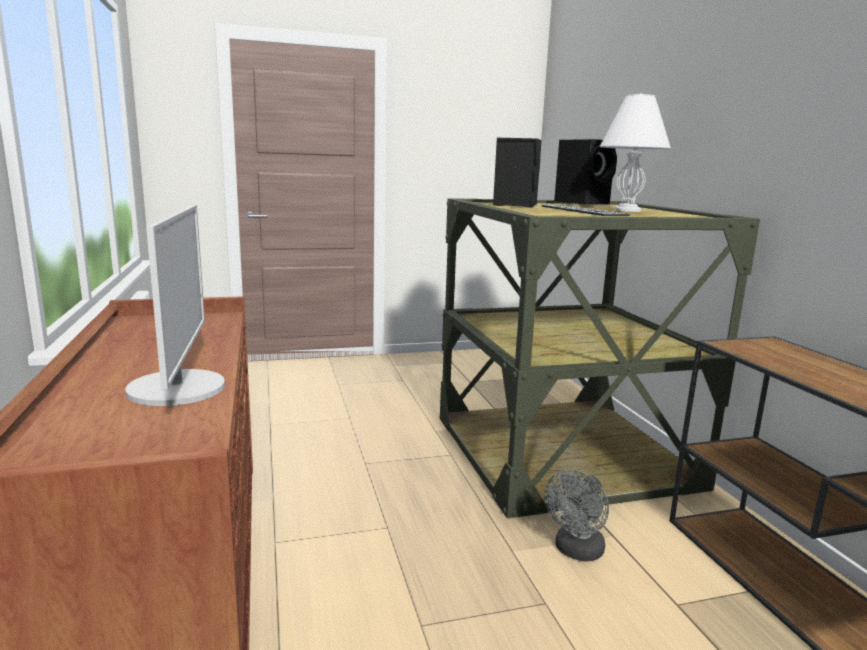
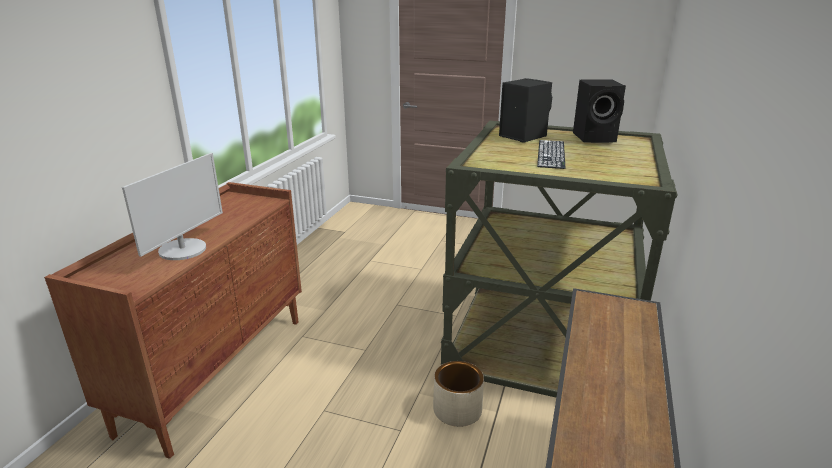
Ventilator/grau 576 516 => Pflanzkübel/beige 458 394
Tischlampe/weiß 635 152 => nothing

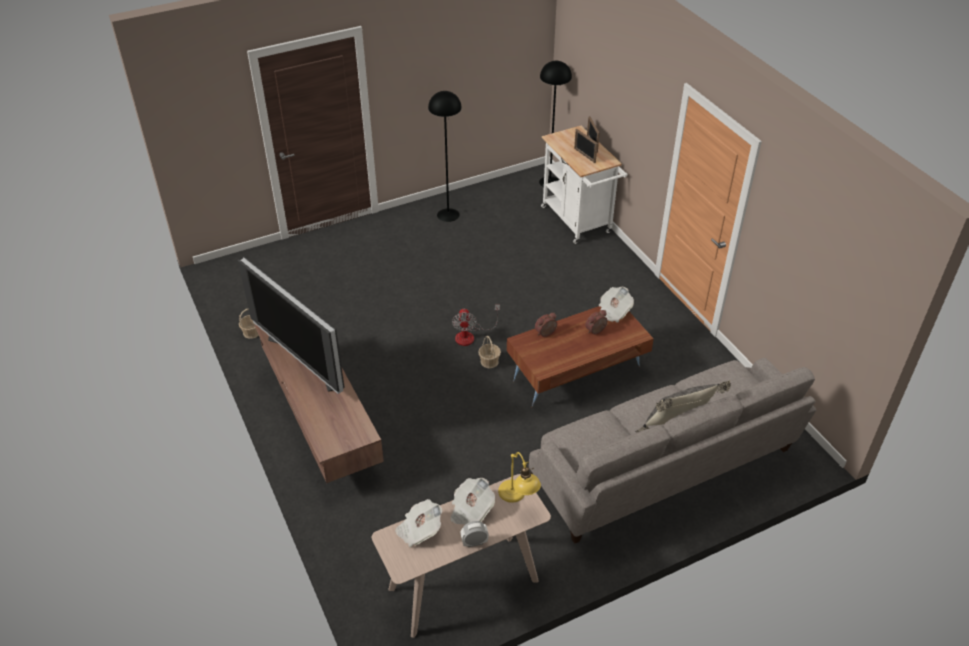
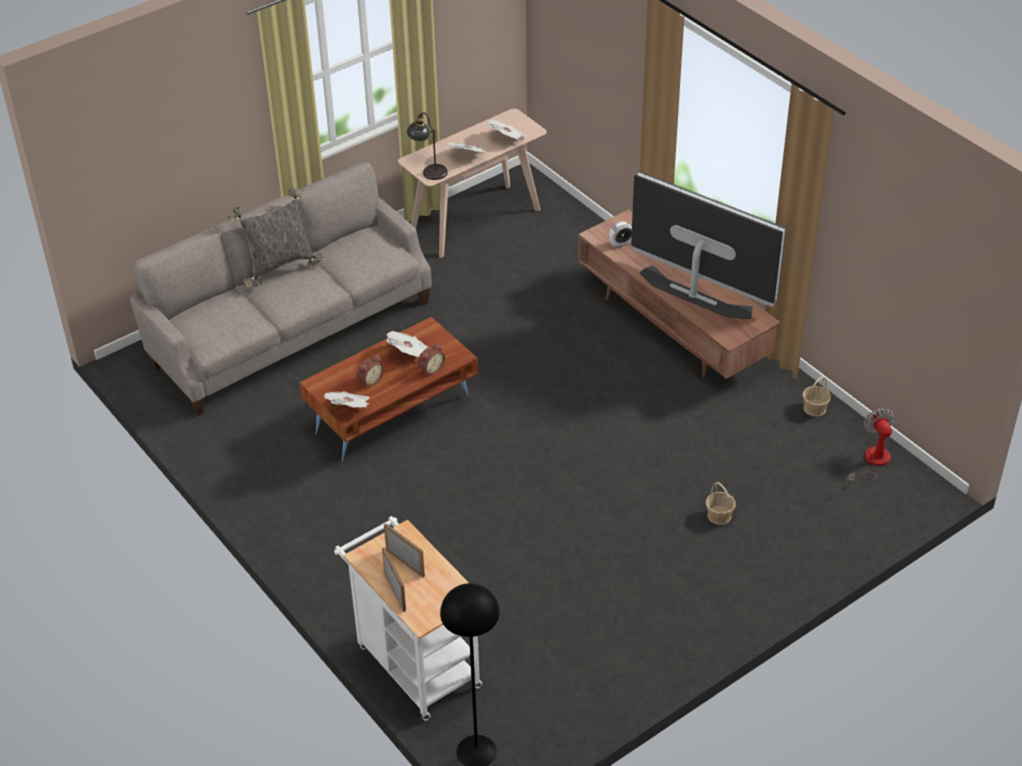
Stehlampe/schwarz 445 156 => nothing
Ventilator 476 325 => Ventilator 870 446, move
Wecker 475 534 => Wecker 620 234, move
Korb 489 352 => Korb 721 503, move
Tischlampe/gelb 519 477 => Tischlampe/grau 427 146
nothing => Zeitung 407 344

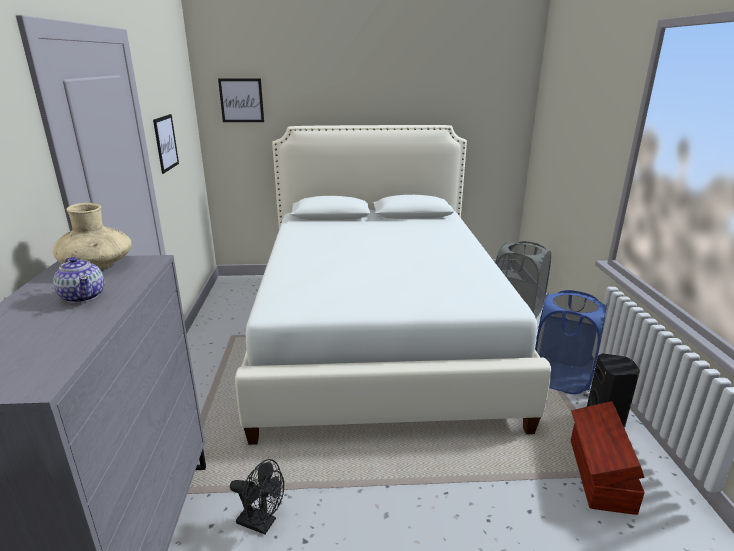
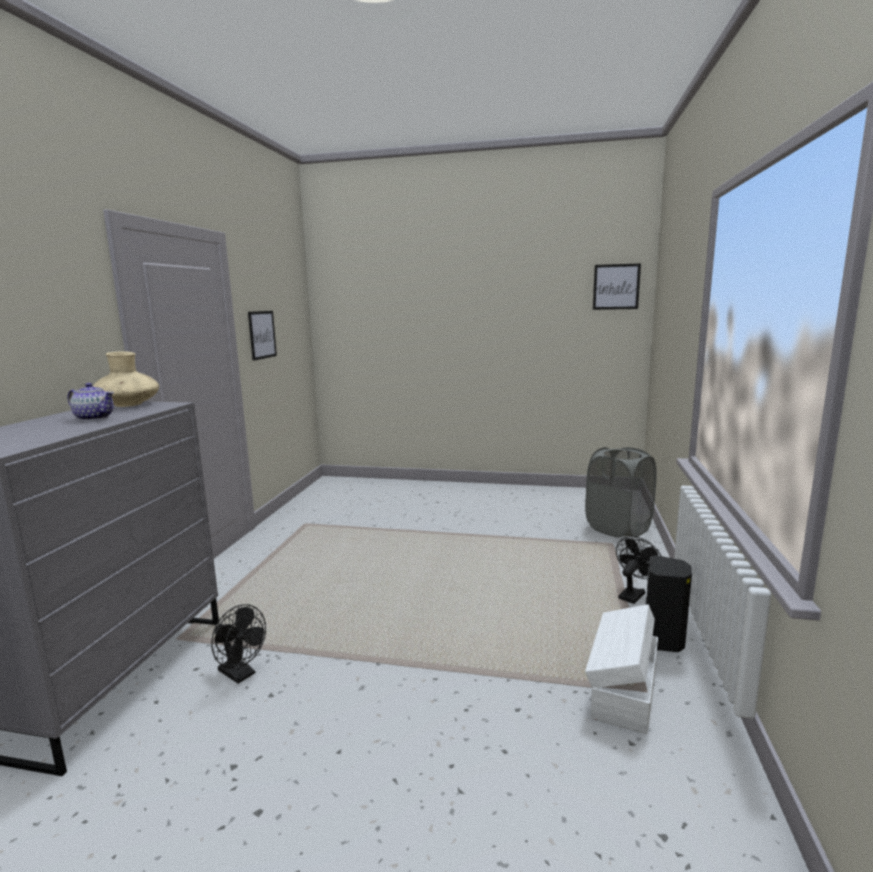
Teekanne 79 280 => Teekanne 91 402, 45 degrees counterclockwise
Bild 241 100 => Bild 617 286, move
Bett/weiß 393 285 => nothing
Wäschekorb/blau 571 342 => Ventilator/schwarz 638 570
Aufbewahrungsbox/braun 608 458 => Aufbewahrungsbox/weiß 621 669

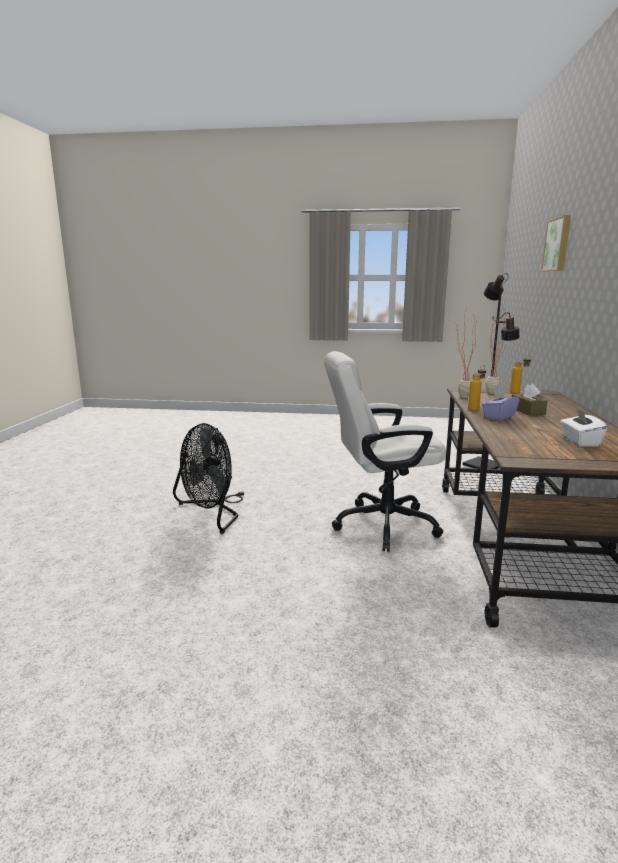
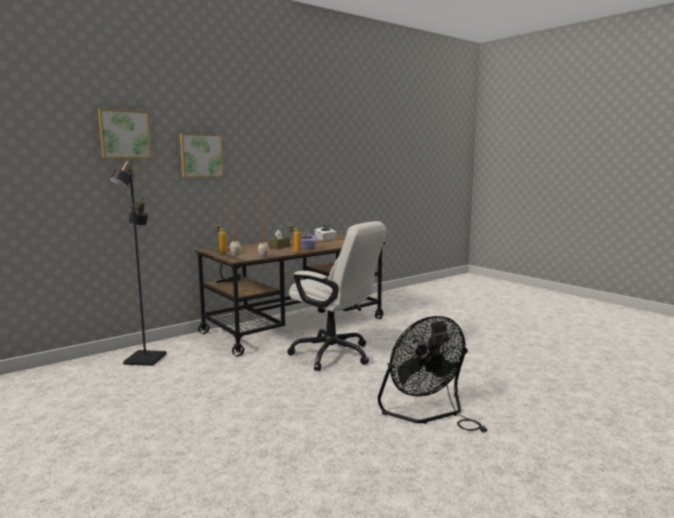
Ventilator/schwarz 209 478 => Ventilator/schwarz 432 374, 120 degrees counterclockwise
nothing => Bild 201 155

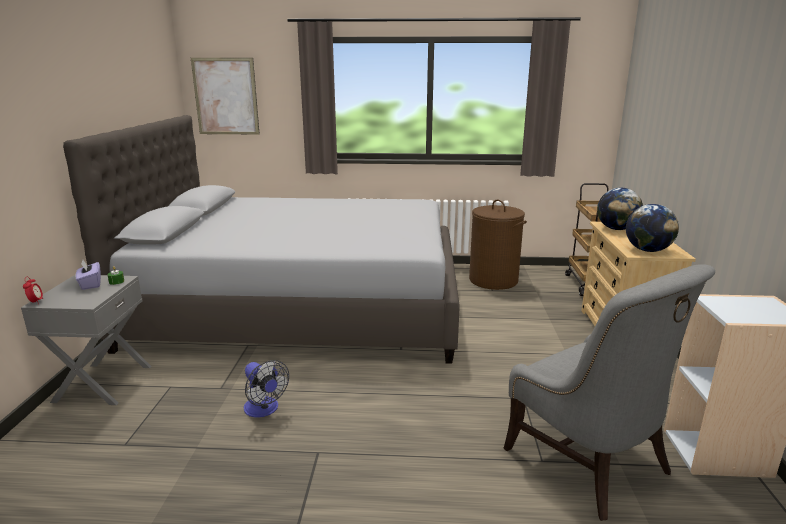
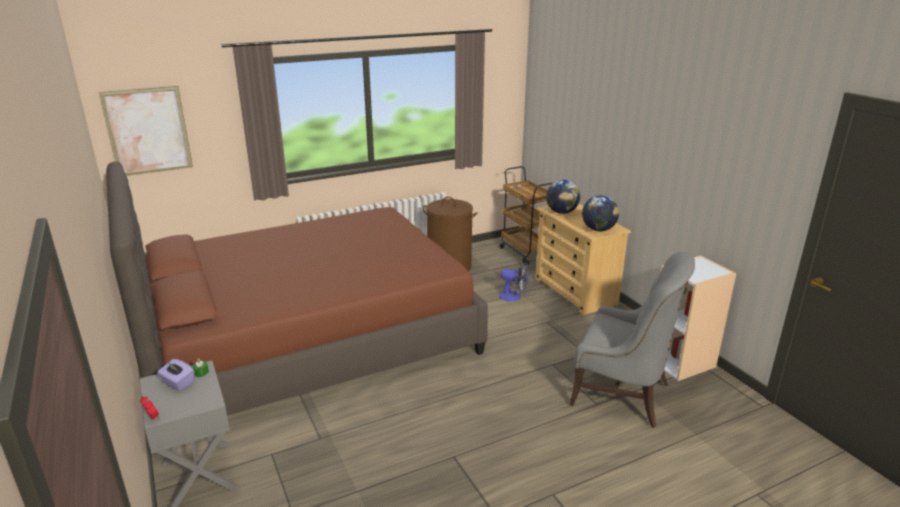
Bett/grau 261 239 => Bett/braun 297 288
Ventilator 266 389 => Ventilator 514 281, move

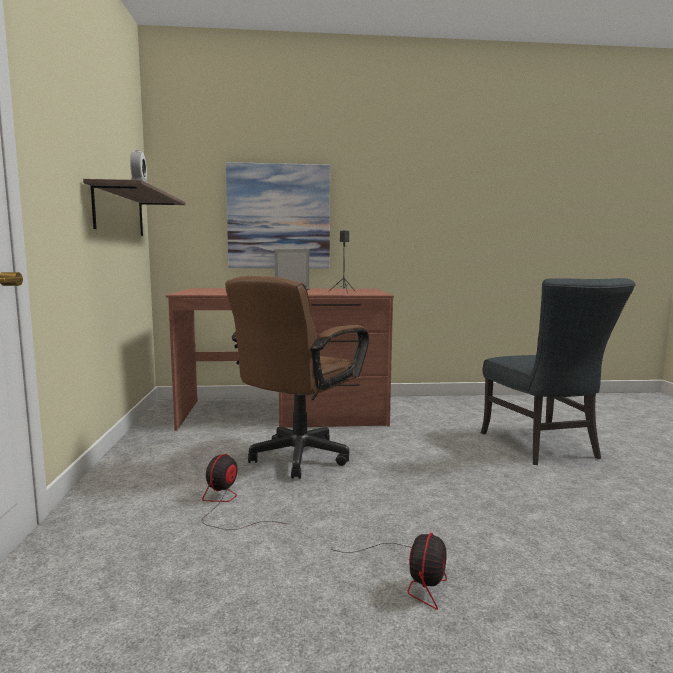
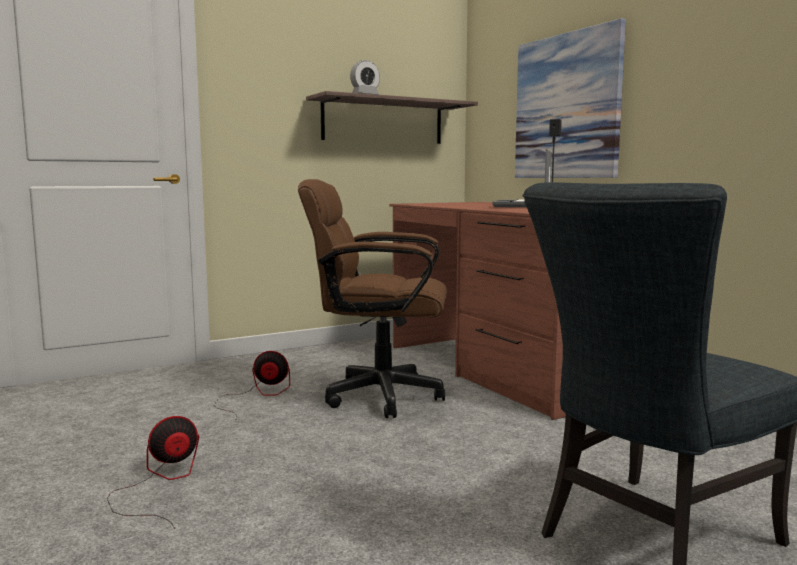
Ventilator 389 571 => Ventilator 153 472, 150 degrees clockwise

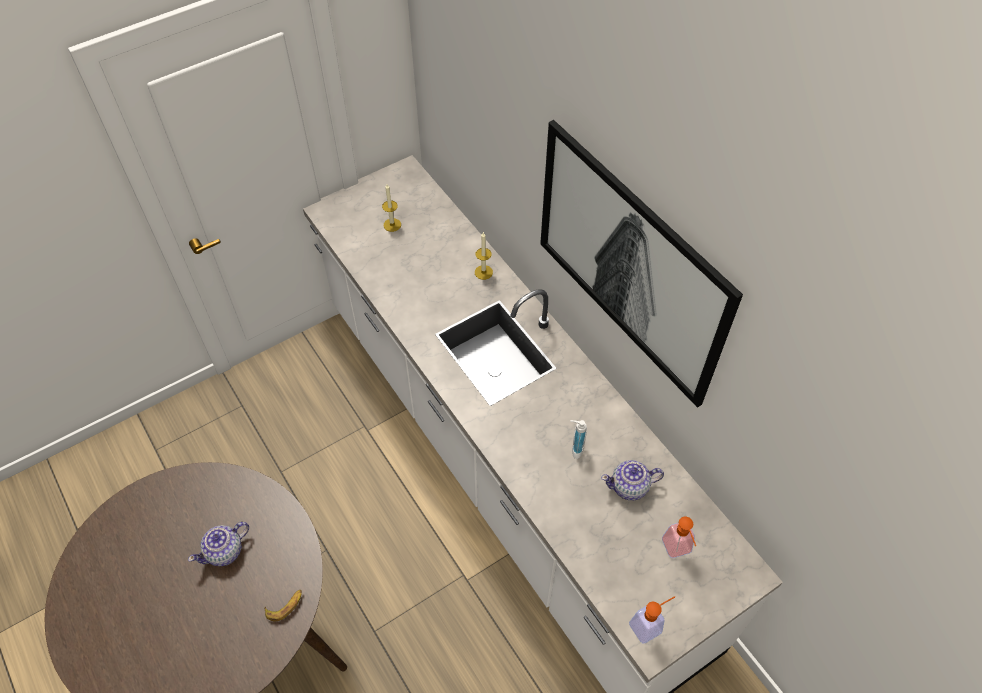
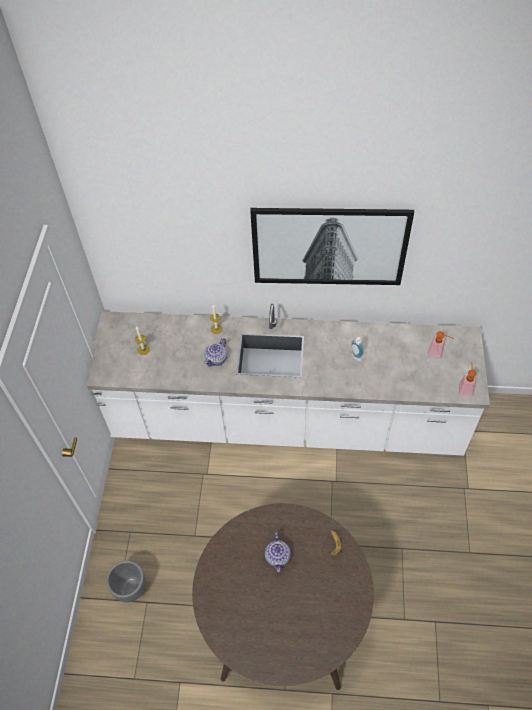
Teekanne 632 480 => Teekanne 215 352, move
nothing => Pflanzkübel/grau 126 581

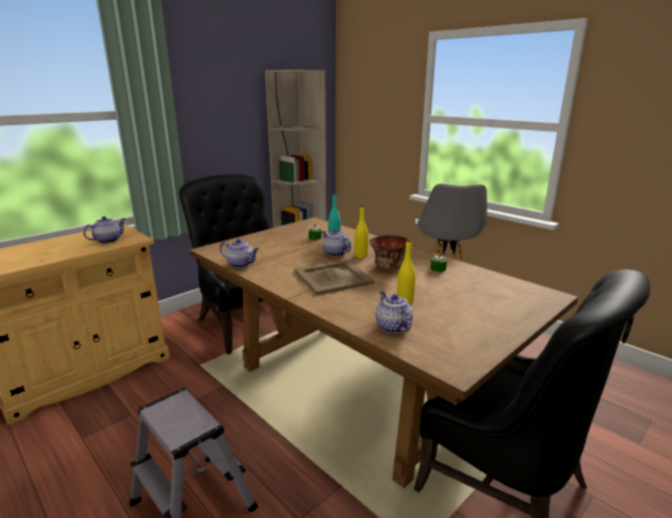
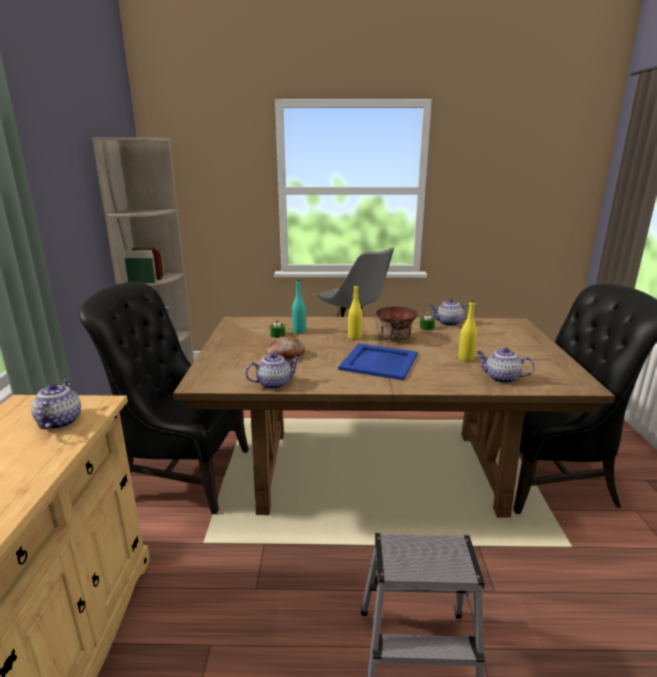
Tablett/beige 334 277 => Tablett/blau 378 361
Teekanne 336 243 => Teekanne 449 312, move
nothing => Brot 285 348

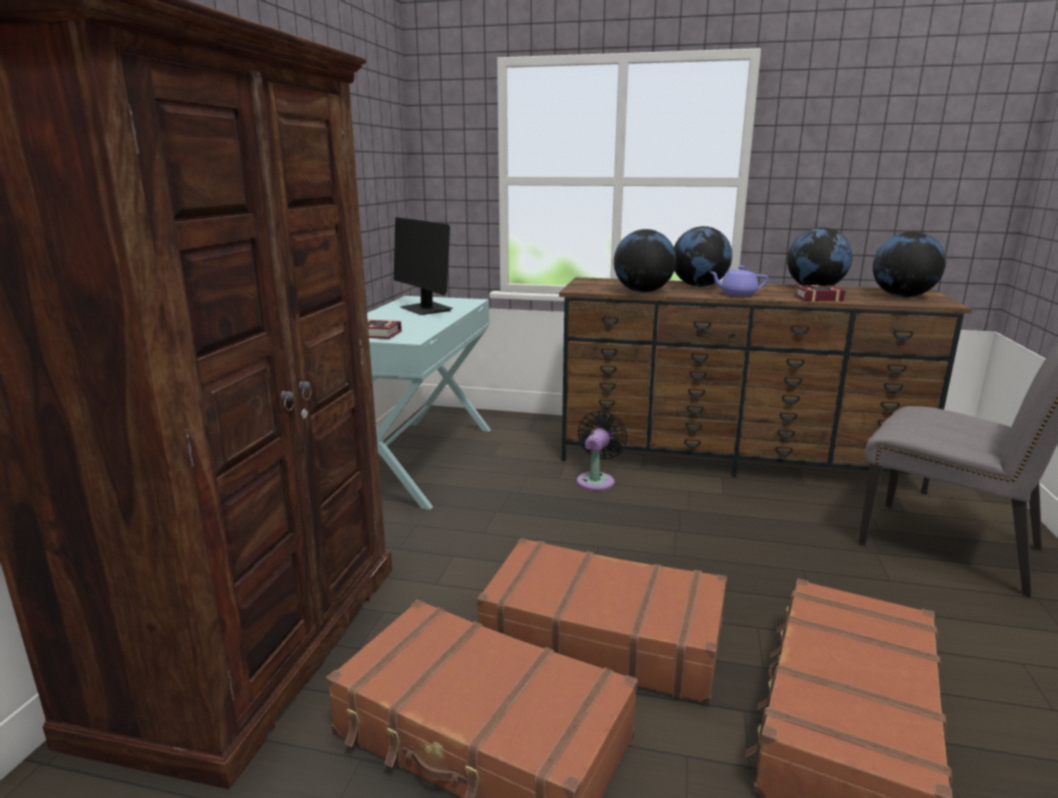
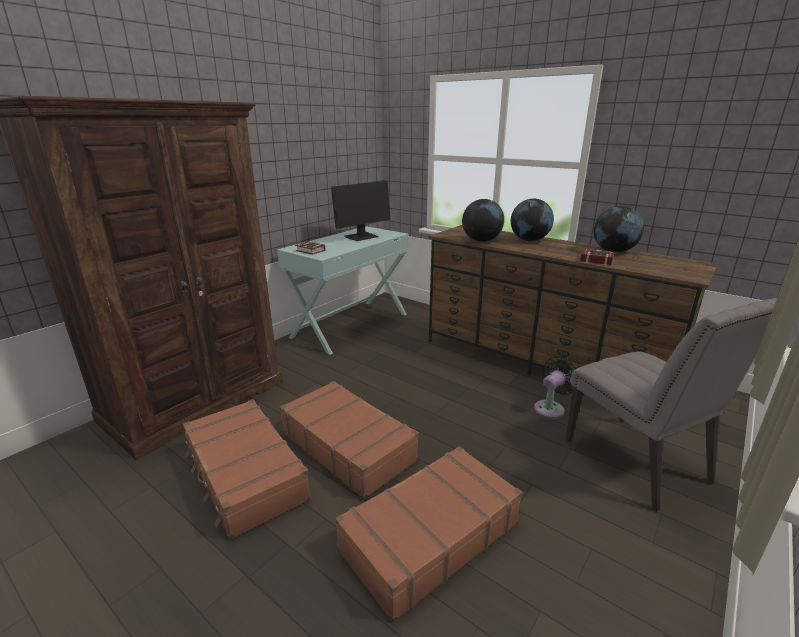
Monitor 423 266 => Monitor 360 211, 120 degrees counterclockwise
Ventilator/schwarz 602 450 => Ventilator/schwarz 555 388, move
Teekanne/lila 738 281 => nothing
Globus 909 264 => nothing

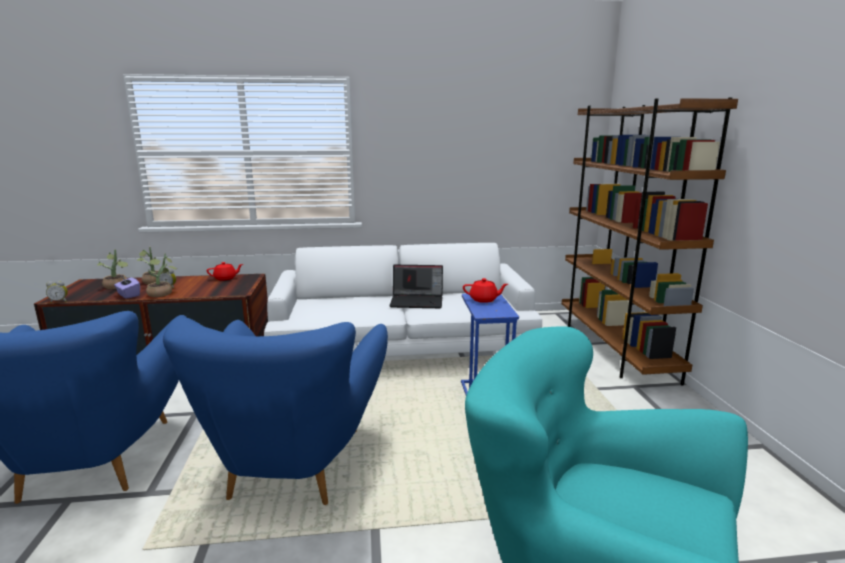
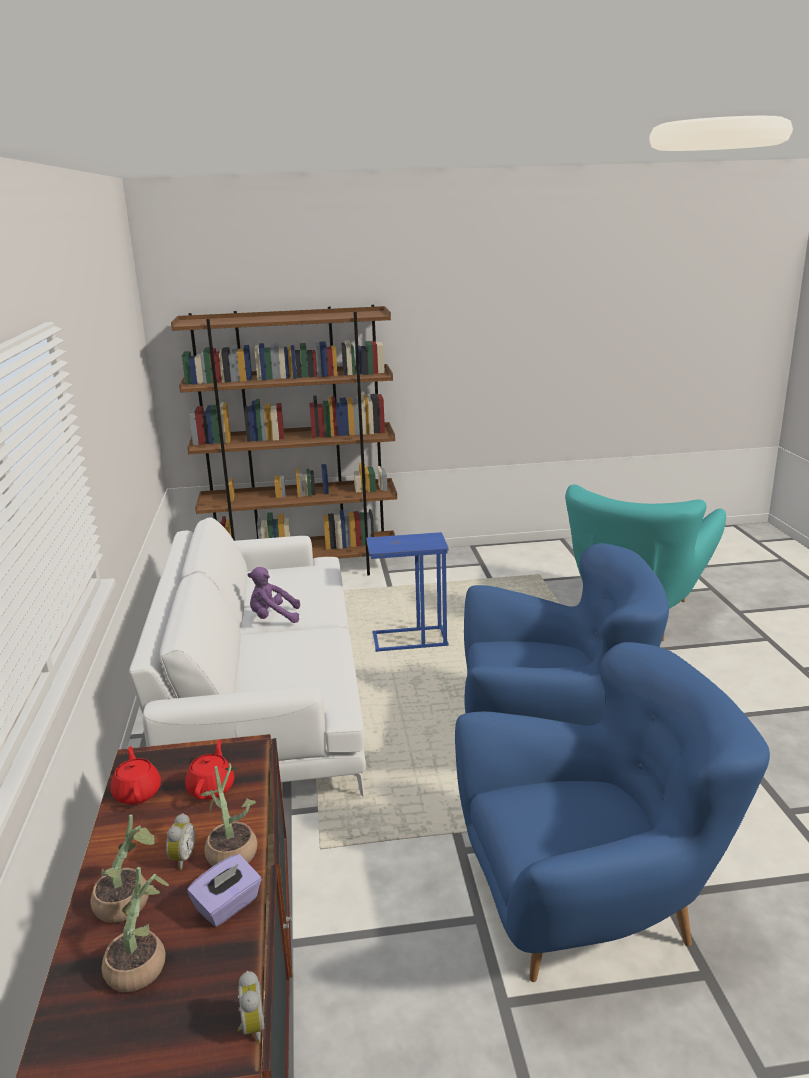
Laptop 416 286 => Plüschtier/lila 274 595
Teekanne/rot 485 290 => Teekanne/rot 209 770, move

